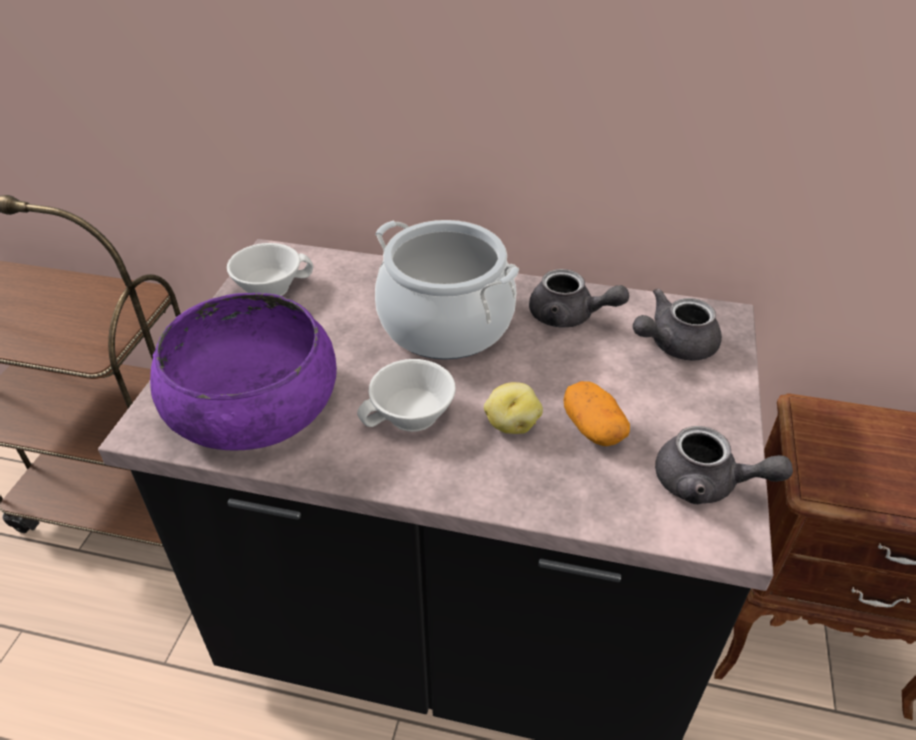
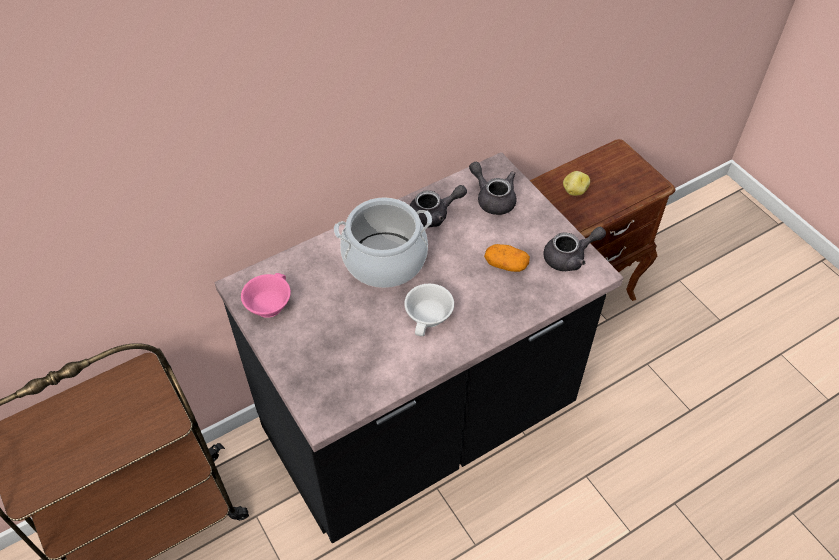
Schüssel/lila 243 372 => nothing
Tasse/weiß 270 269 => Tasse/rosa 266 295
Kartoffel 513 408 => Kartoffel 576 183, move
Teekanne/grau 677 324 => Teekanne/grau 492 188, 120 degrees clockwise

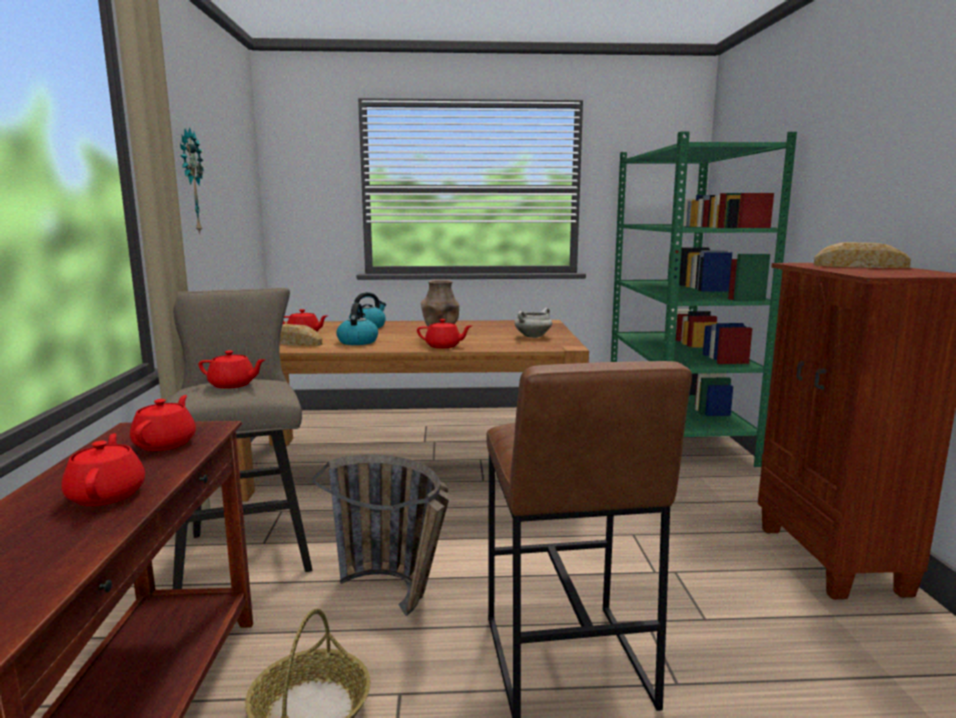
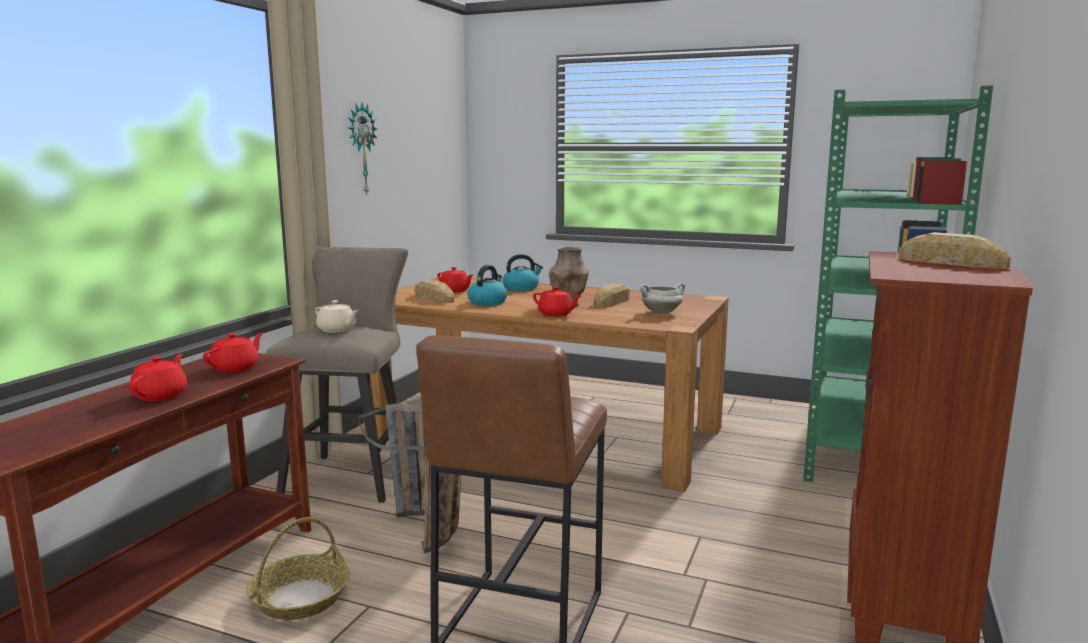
Teekanne/rot 232 369 => Teekanne/beige 337 316
nothing => Brot 612 296

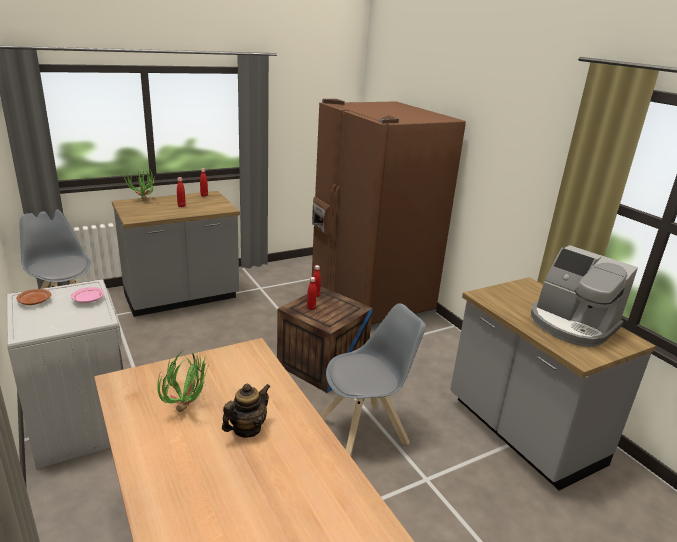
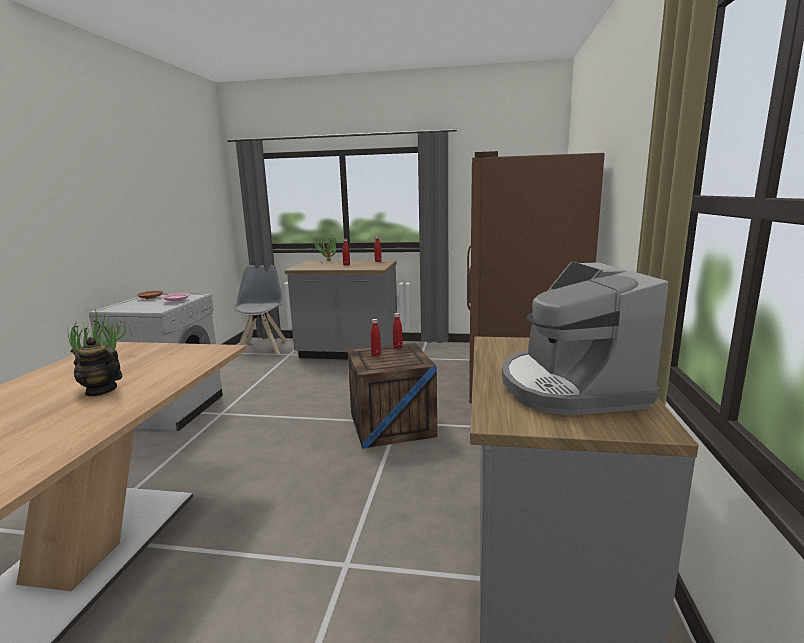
Teekanne 246 411 => Teekanne 96 366, 150 degrees counterclockwise
Stuhl/grau 373 379 => nothing

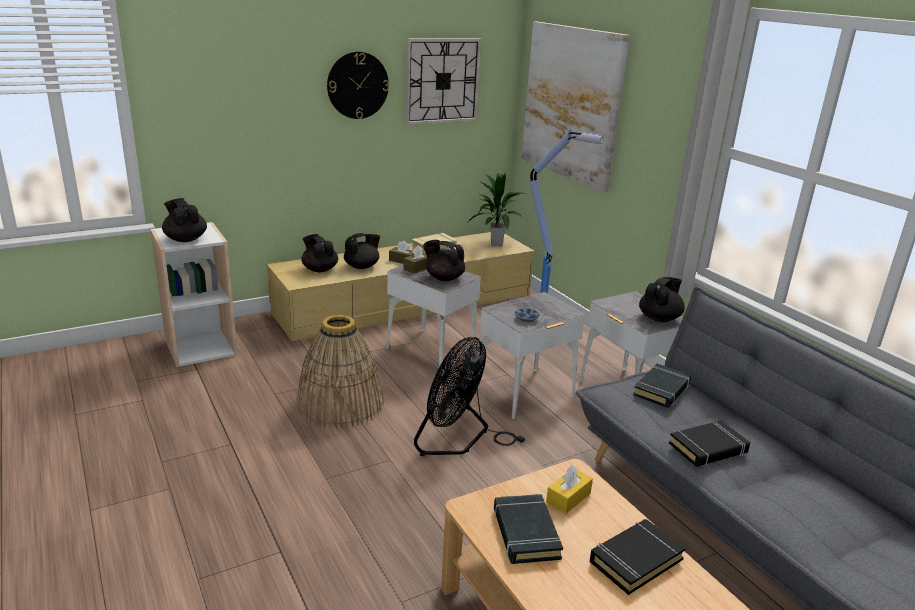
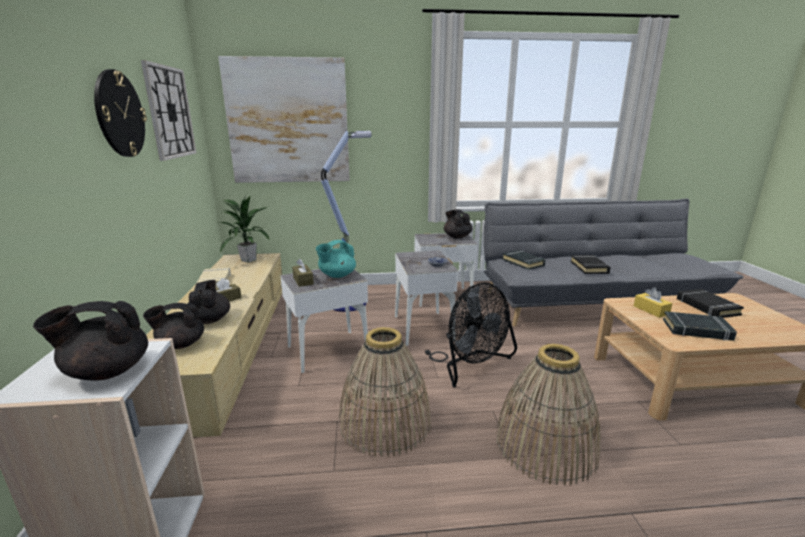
Ventilator/schwarz 469 396 => Ventilator/schwarz 471 335, 90 degrees counterclockwise
Teekanne/schwarz 444 260 => Teekanne/türkis 336 259
nothing => Korb 548 415

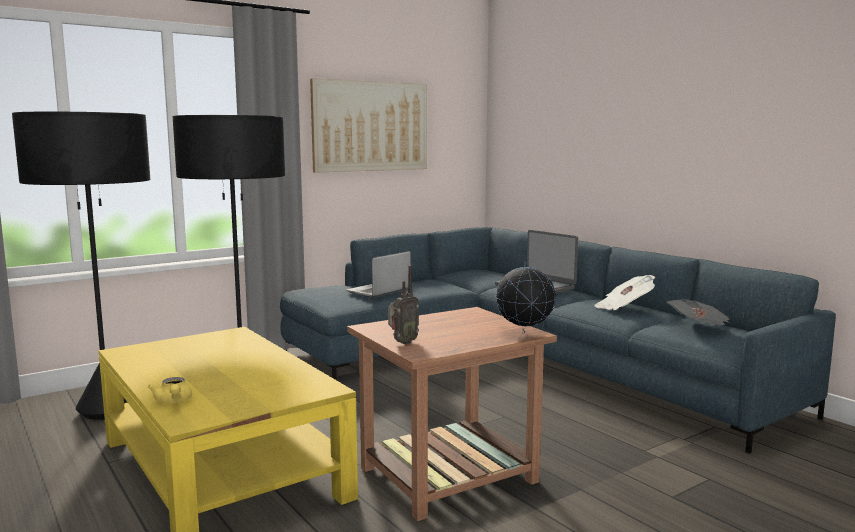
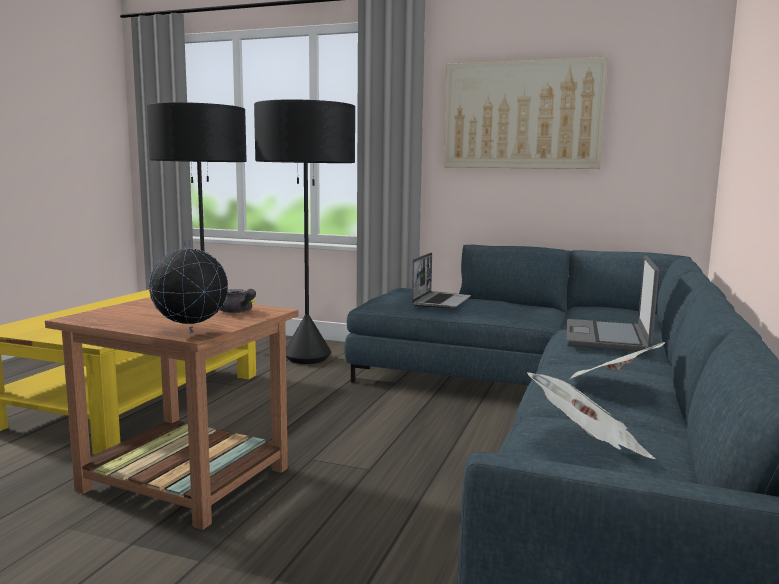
Teekanne/gelb 170 390 => nothing
Laptop 378 274 => Laptop 441 280, 105 degrees clockwise
Radio 403 305 => nothing
nothing => Teekanne/grau 238 301

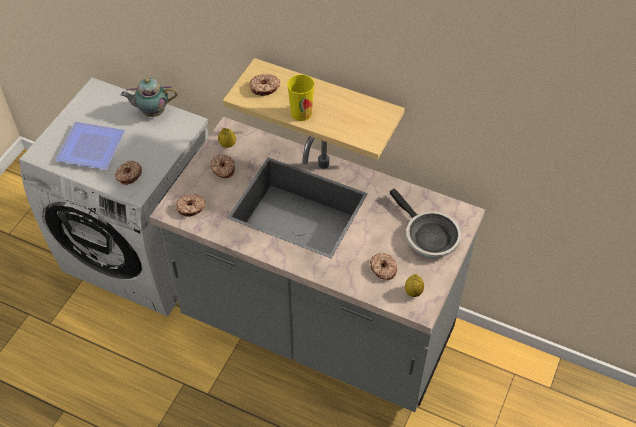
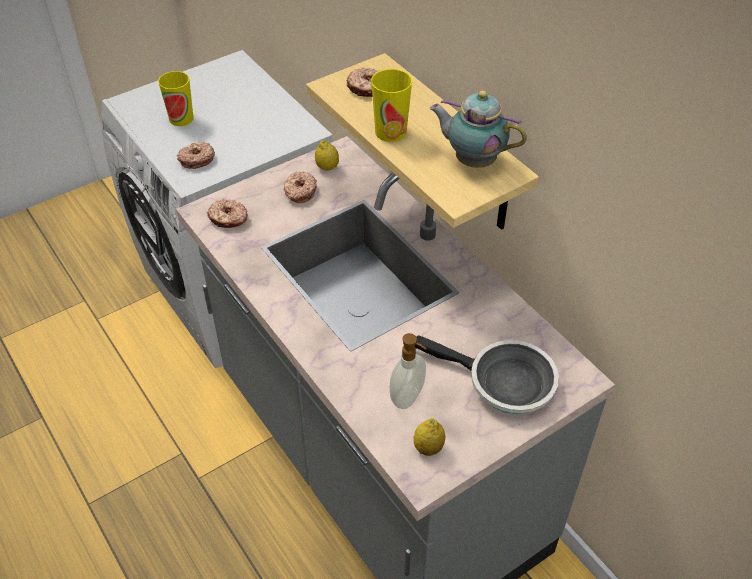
Teller 90 145 => Tasse 175 98
Teekanne 149 97 => Teekanne 478 129, move
Donut 383 266 => Seifenspender 408 371
Pfanne 425 223 => Pfanne 487 374, 60 degrees counterclockwise

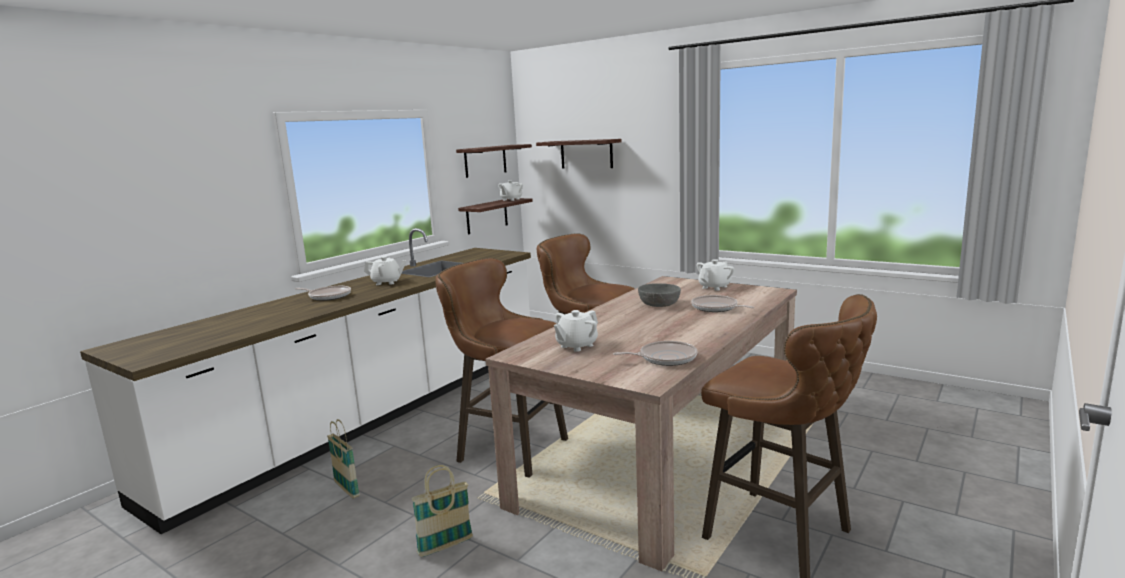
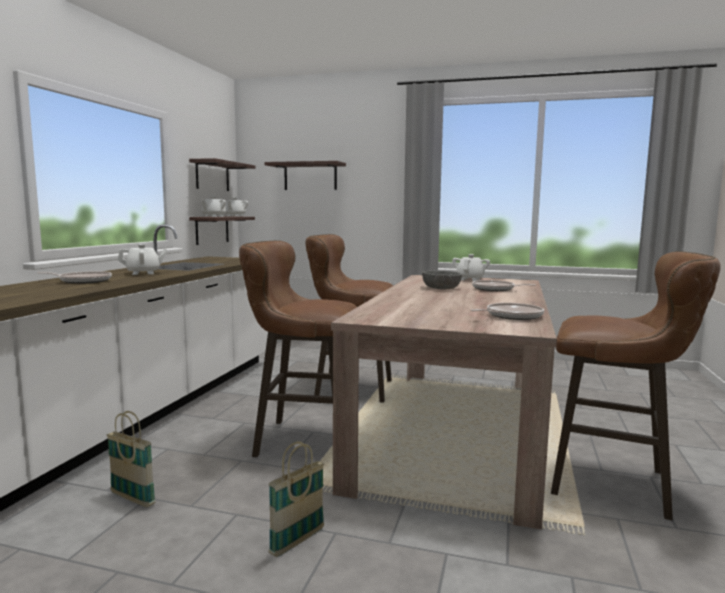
Teekanne/weiß 576 331 => Teekanne/weiß 213 206, move

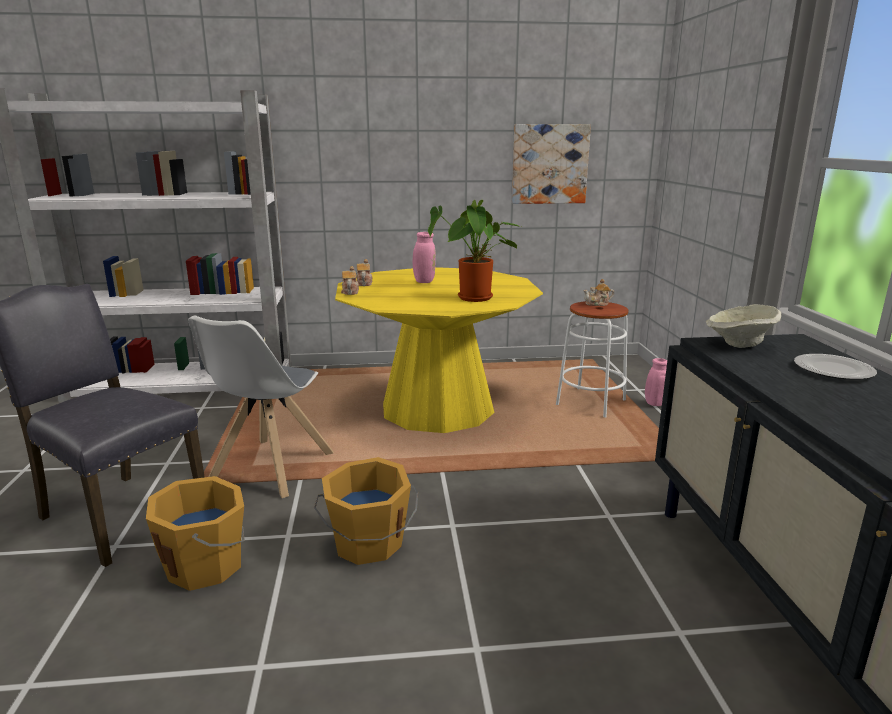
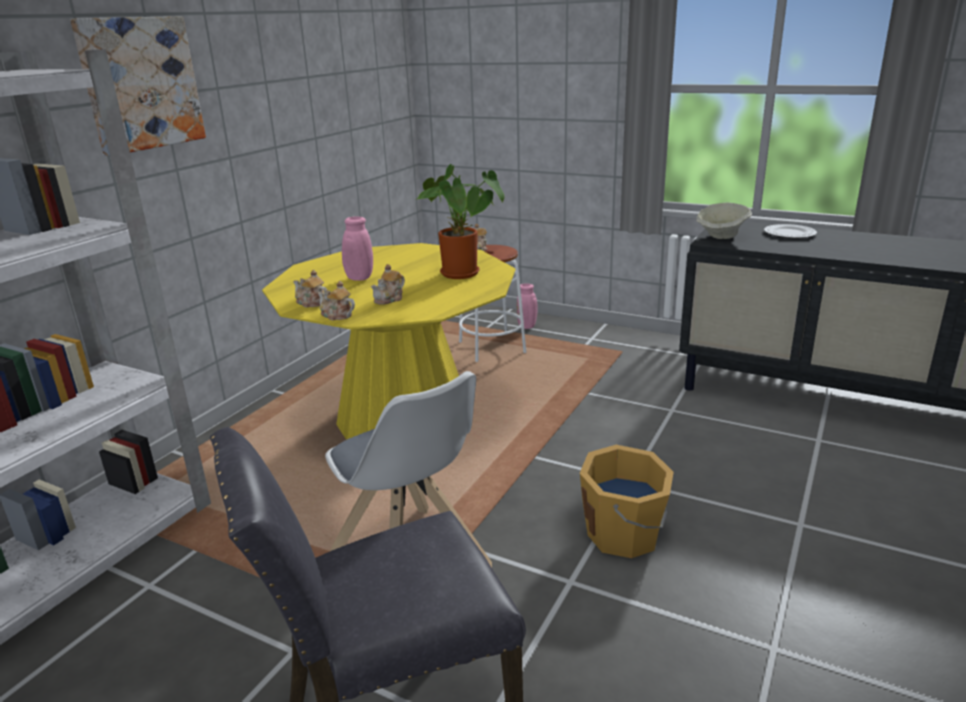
Eimer/orange 195 533 => nothing
Bild 551 164 => Bild 138 86, move
nothing => Teekanne 388 284

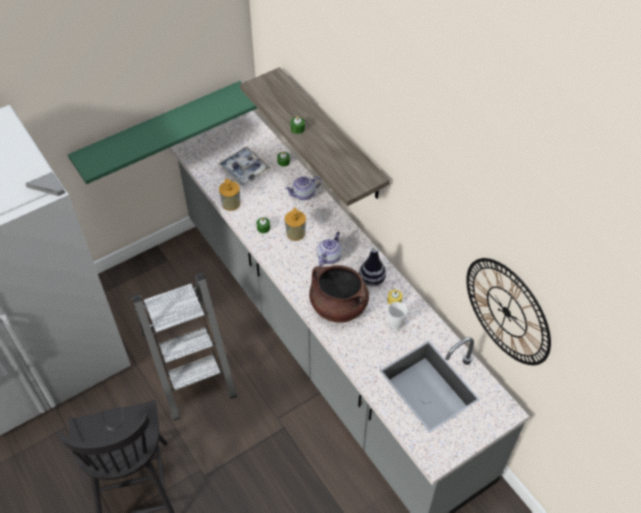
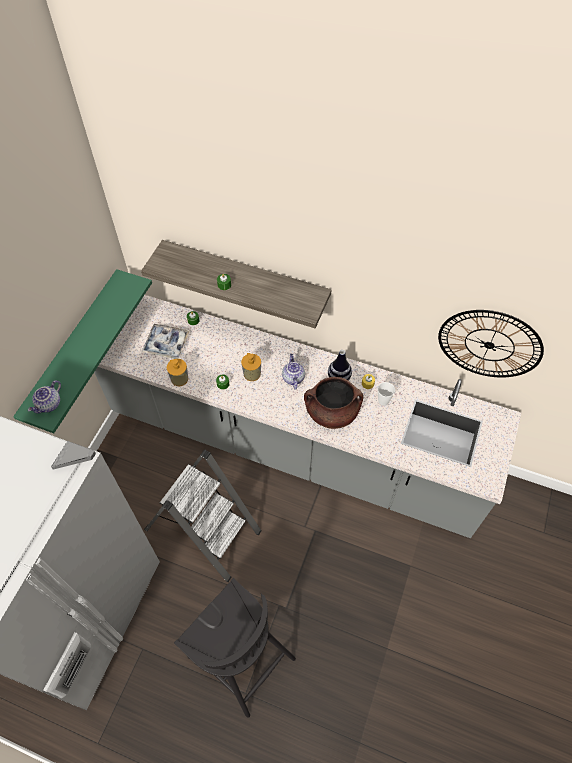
Teekanne 303 188 => Teekanne 44 397, move

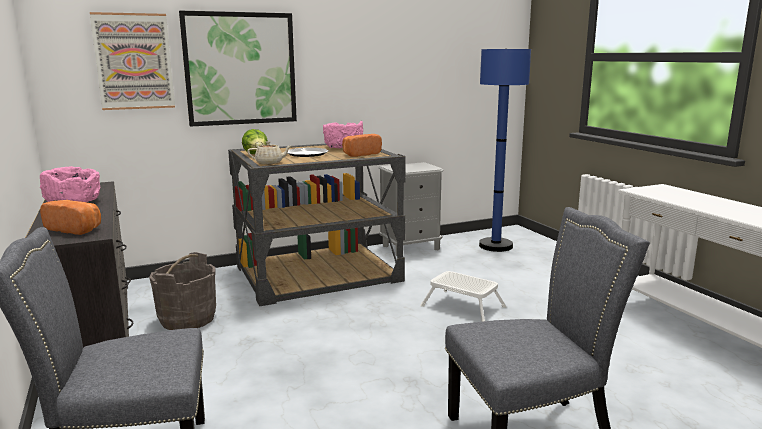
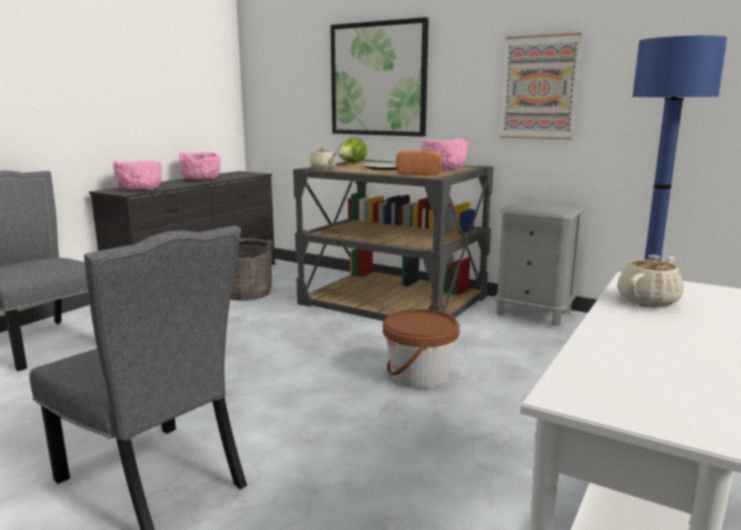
Brot 70 217 => Schüssel/rosa 137 175
Bild 132 61 => Bild 541 86, move
Trittleiter/weiß 463 296 => Eimer/braun 421 349
nothing => Teekanne/beige 650 281

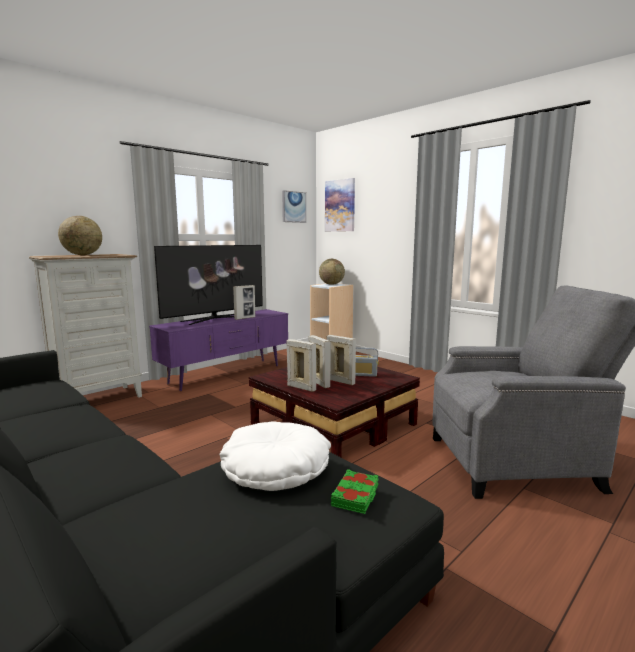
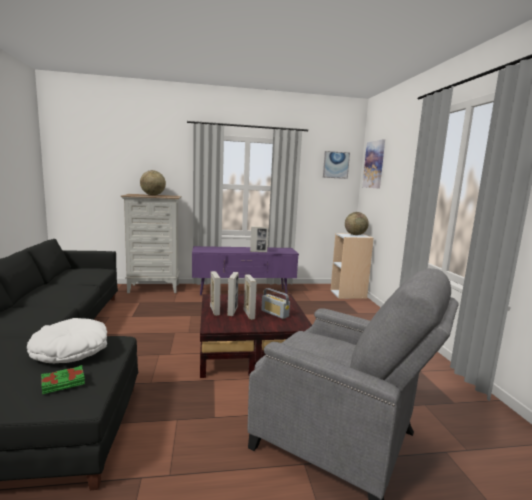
Fernseher 208 285 => nothing

